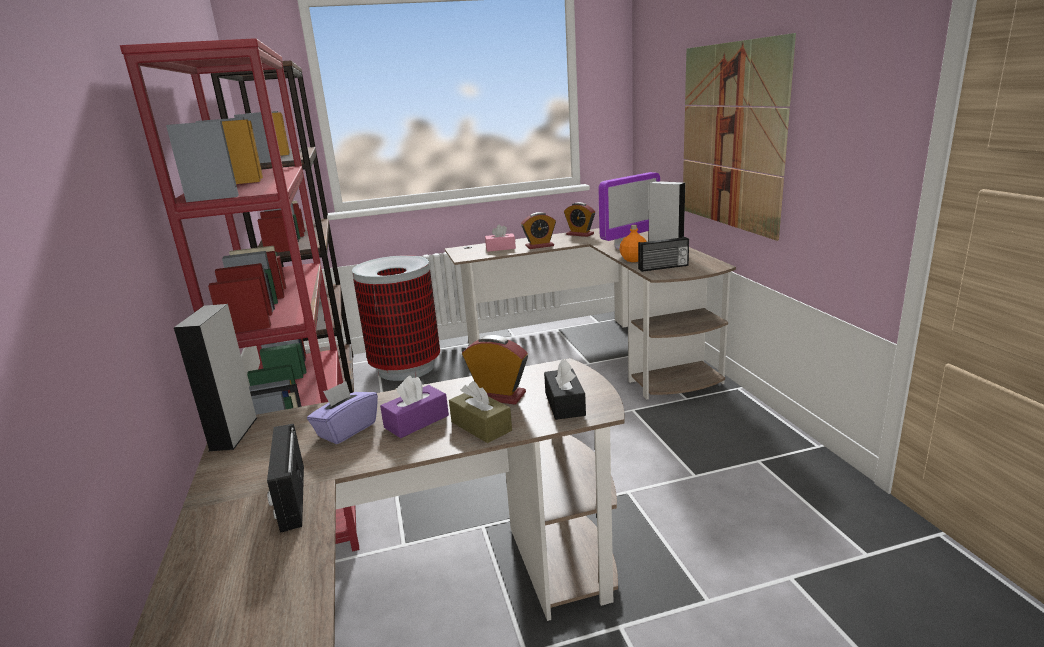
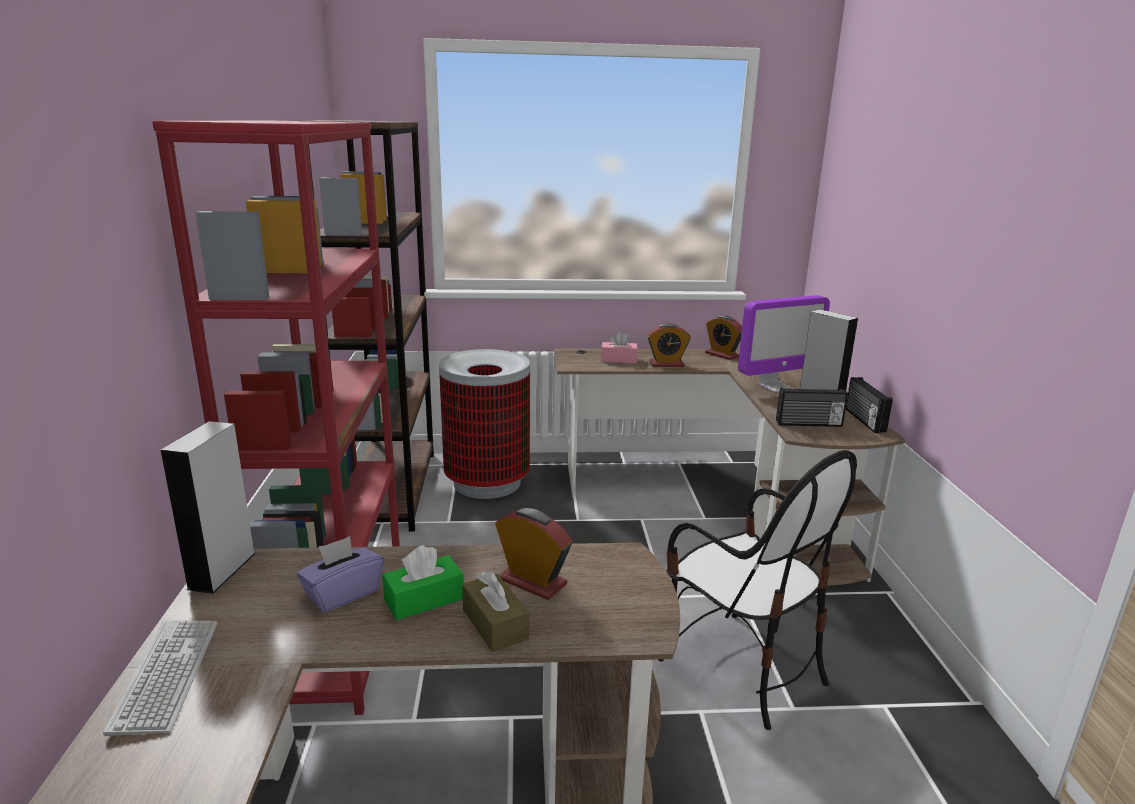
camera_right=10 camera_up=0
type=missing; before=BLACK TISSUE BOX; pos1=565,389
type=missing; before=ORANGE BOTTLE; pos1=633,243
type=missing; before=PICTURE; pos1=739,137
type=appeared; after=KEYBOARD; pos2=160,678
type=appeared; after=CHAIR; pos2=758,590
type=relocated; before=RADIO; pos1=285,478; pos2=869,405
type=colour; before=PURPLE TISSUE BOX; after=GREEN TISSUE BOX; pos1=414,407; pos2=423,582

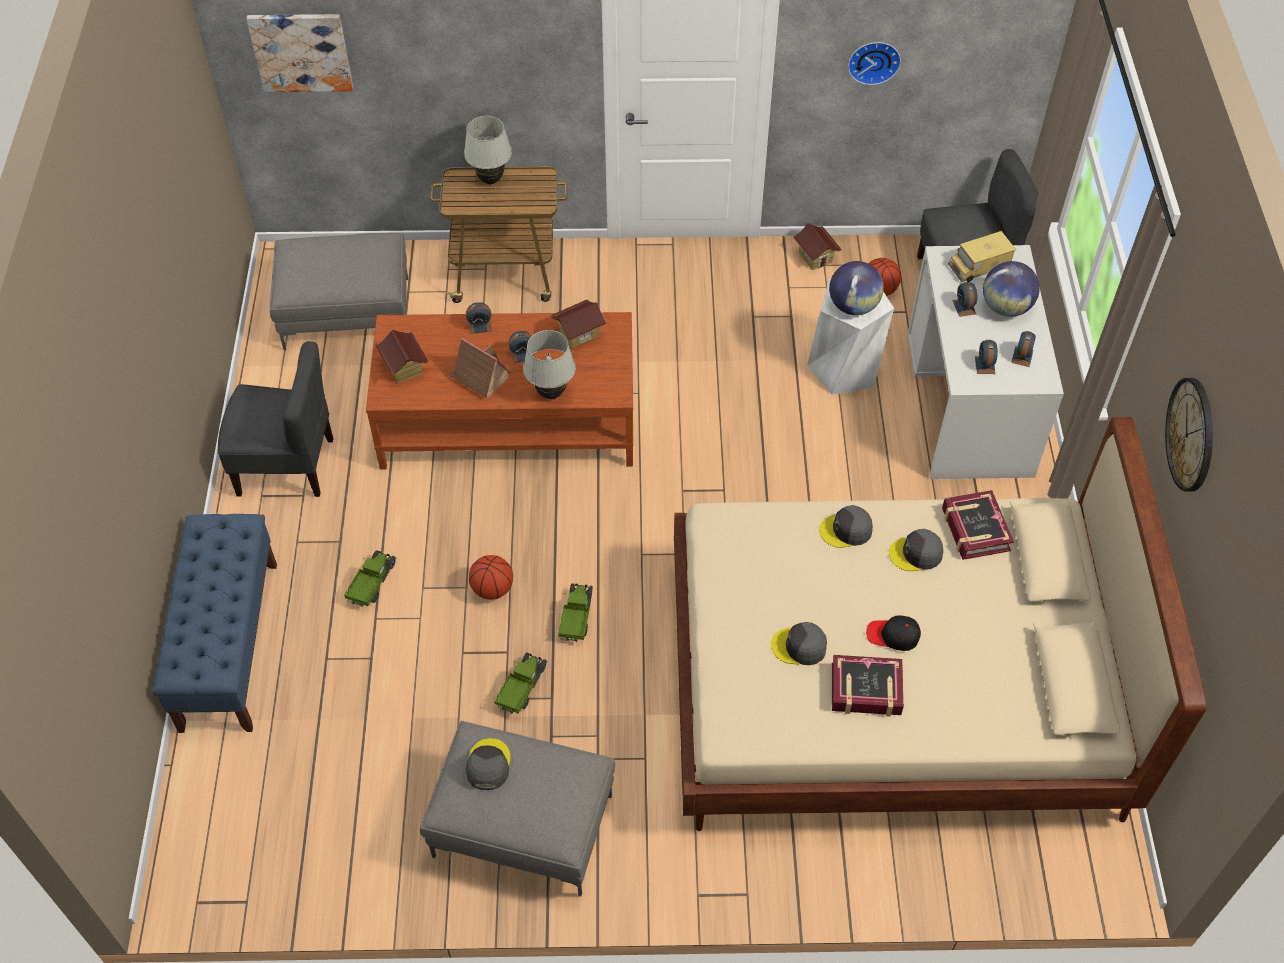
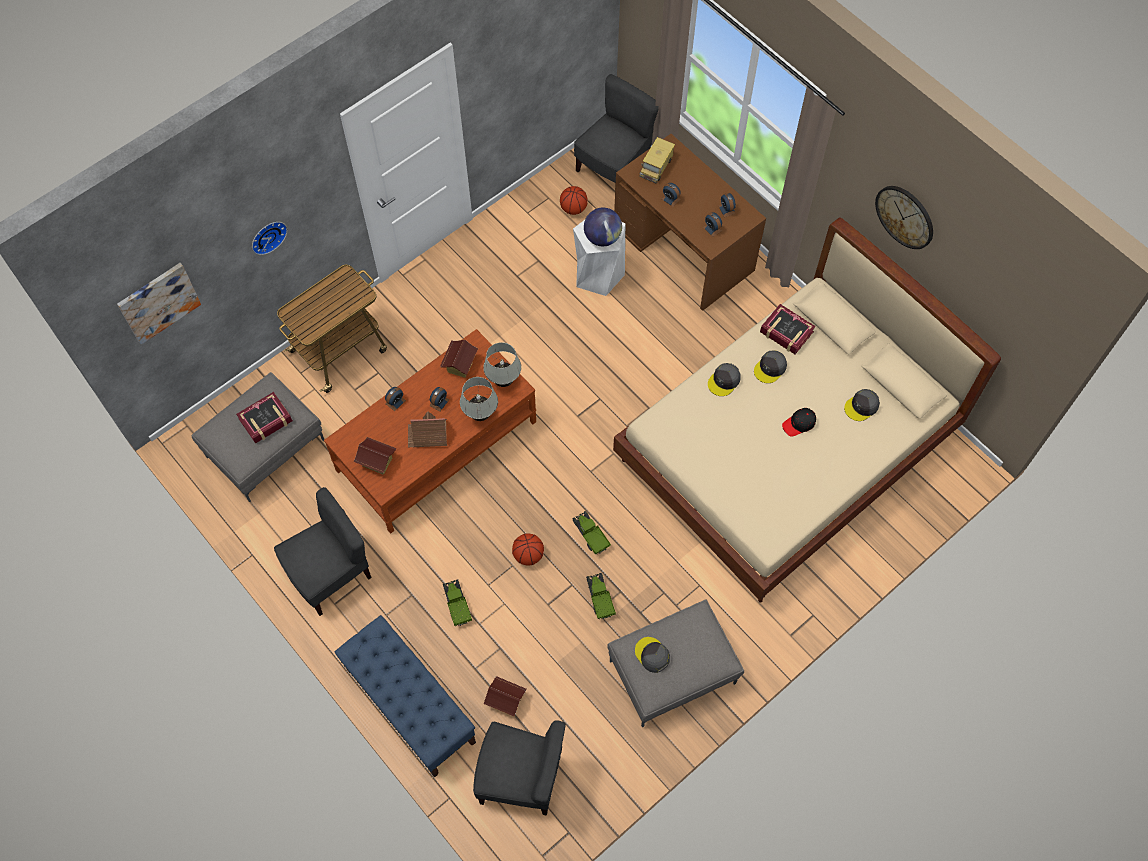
camera_right=-40 camera_up=10
type=missing; before=GLOBE; pos1=1011,289
type=appeared; after=GREY CHAIR; pos2=519,768
type=relocated; before=WHITE TABLE LAMP; pos1=488,150; pos2=502,364
type=relocated; before=GREY CAP; pos1=799,643; pos2=862,405
type=relocated; before=TOY HOUSE; pos1=817,246; pos2=504,696
type=relocated; before=BOOK; pos1=868,686; pos2=264,418
type=relocated; before=WALL CLOCK; pos1=874,63; pos2=269,238
type=colour; before=WHITE DESK; after=BROWN DESK; pos1=986,362; pos2=690,222

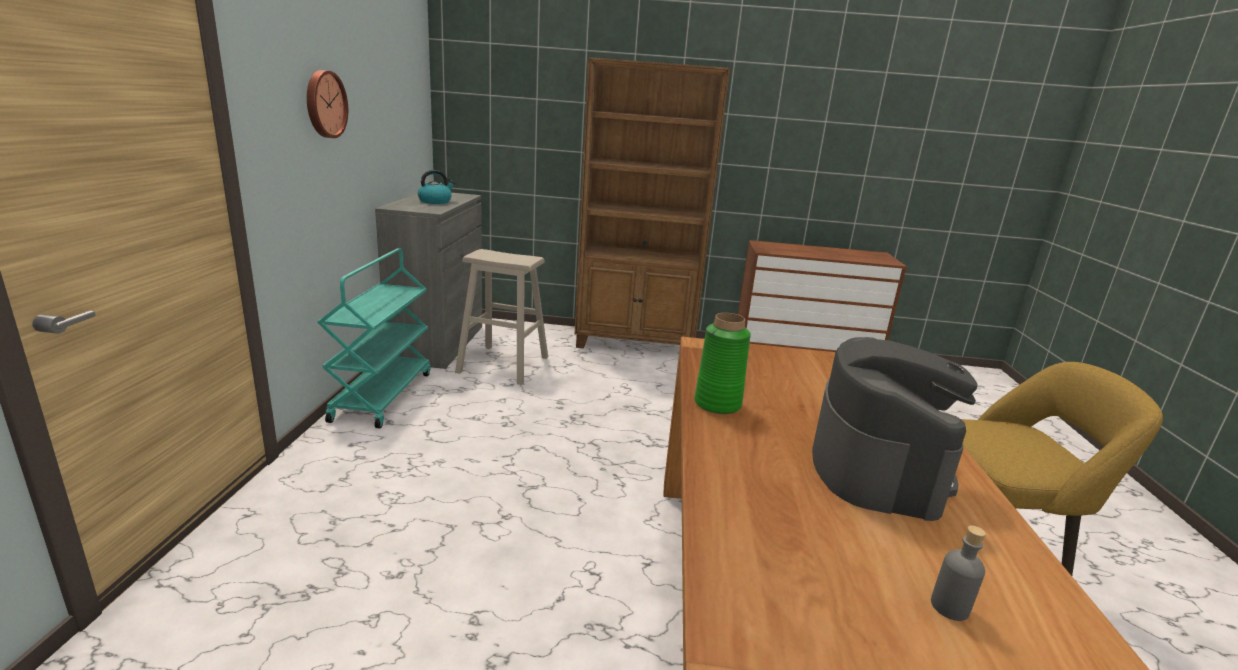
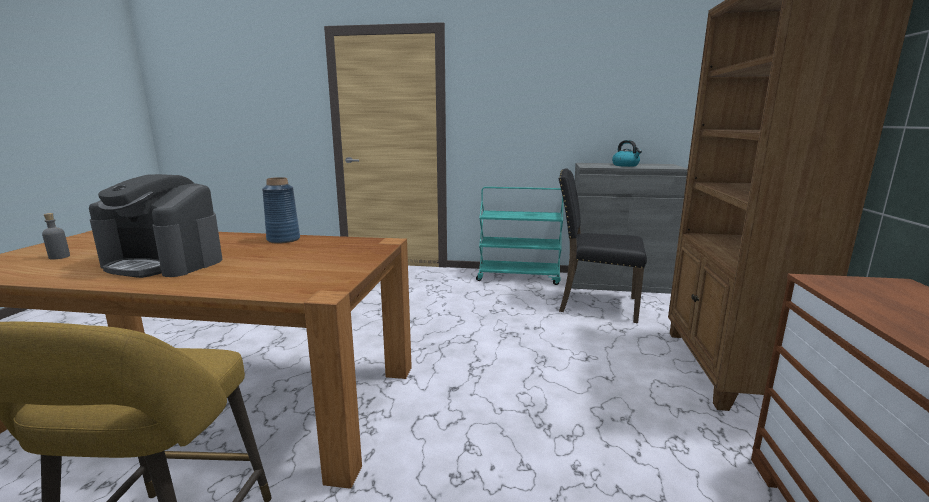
camera_right=95 camera_up=-5
type=missing; before=WALL CLOCK; pos1=327,104
type=exchanged; before=BEIGE STOOL; after=BLACK CHAIR; pos1=501,317; pos2=603,245
type=colour; before=GREEN VASE; after=BLUE VASE; pos1=722,363; pos2=281,210

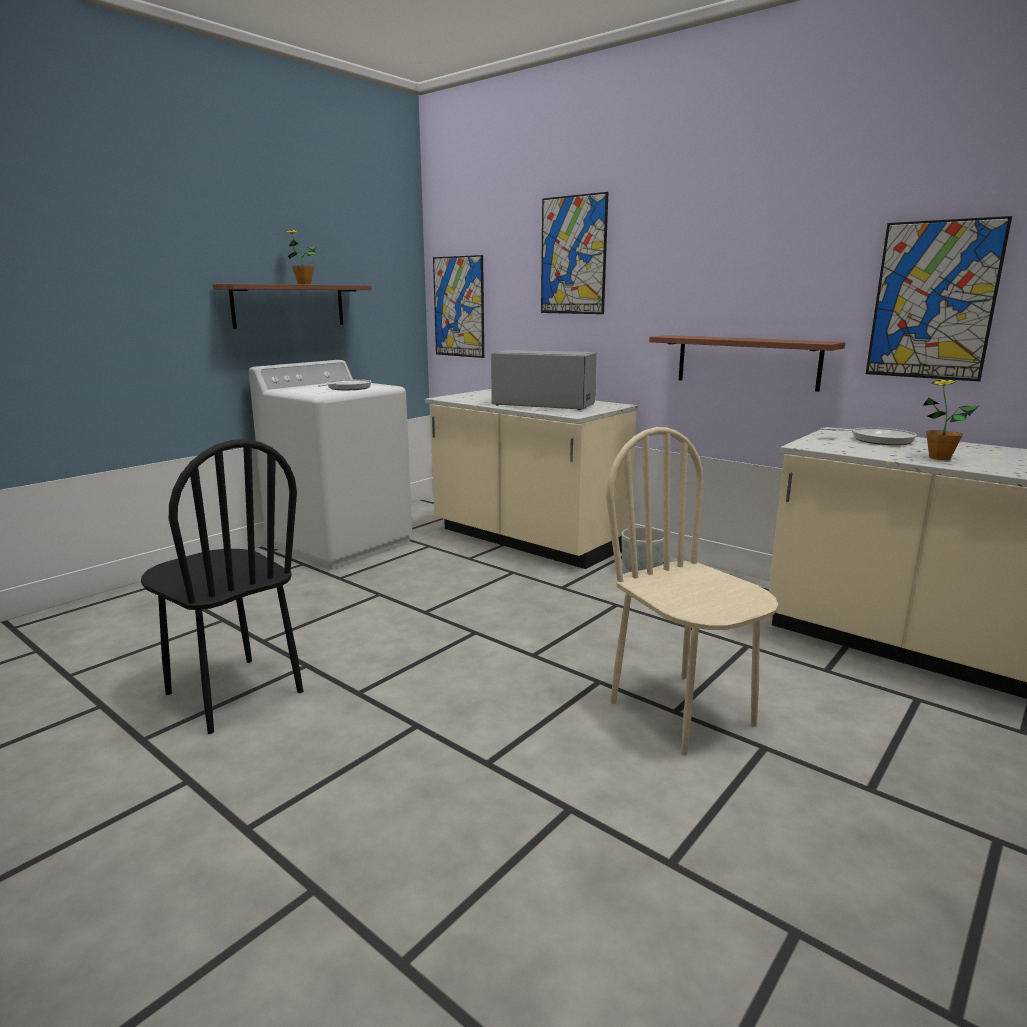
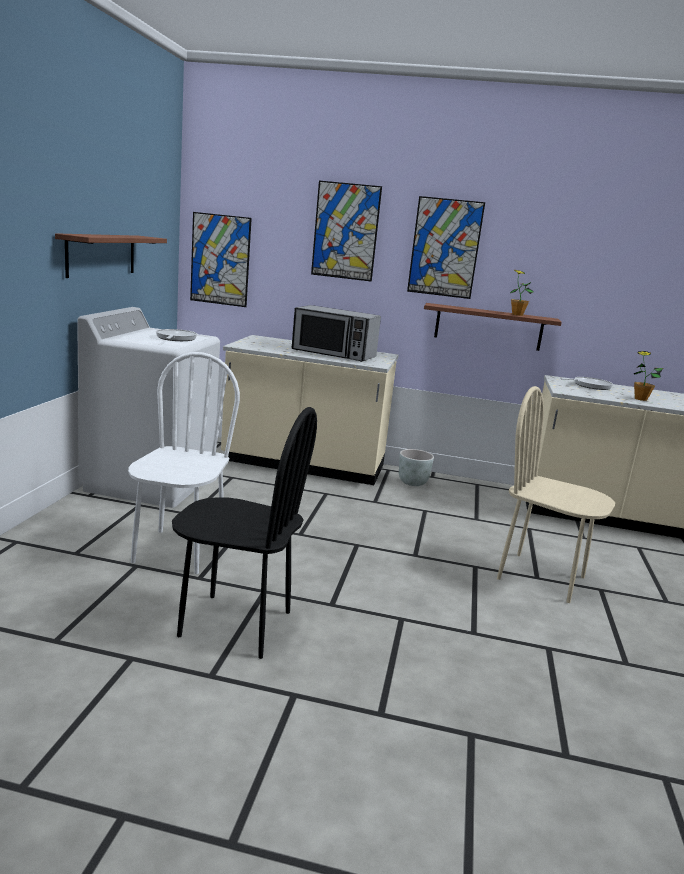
camera_right=-30 camera_up=0
type=appeared; after=WHITE CHAIR; pos2=184,463
type=relocated; before=POTTED PLANT; pos1=301,257; pos2=522,293
type=relocated; before=PICTURE; pos1=939,298; pos2=446,247
type=spun; before=MICROWAVE; pos1=544,380; pos2=336,333; turn=-150

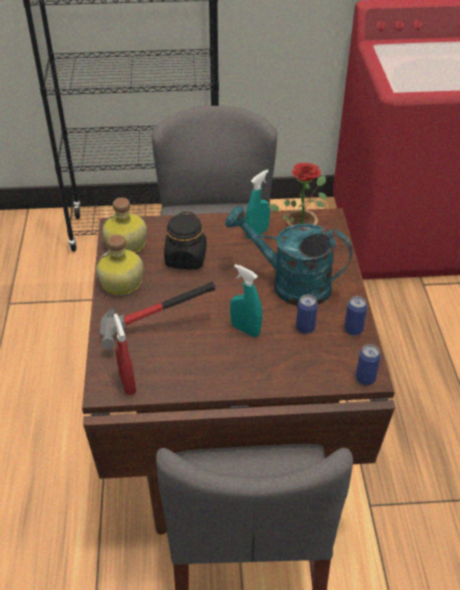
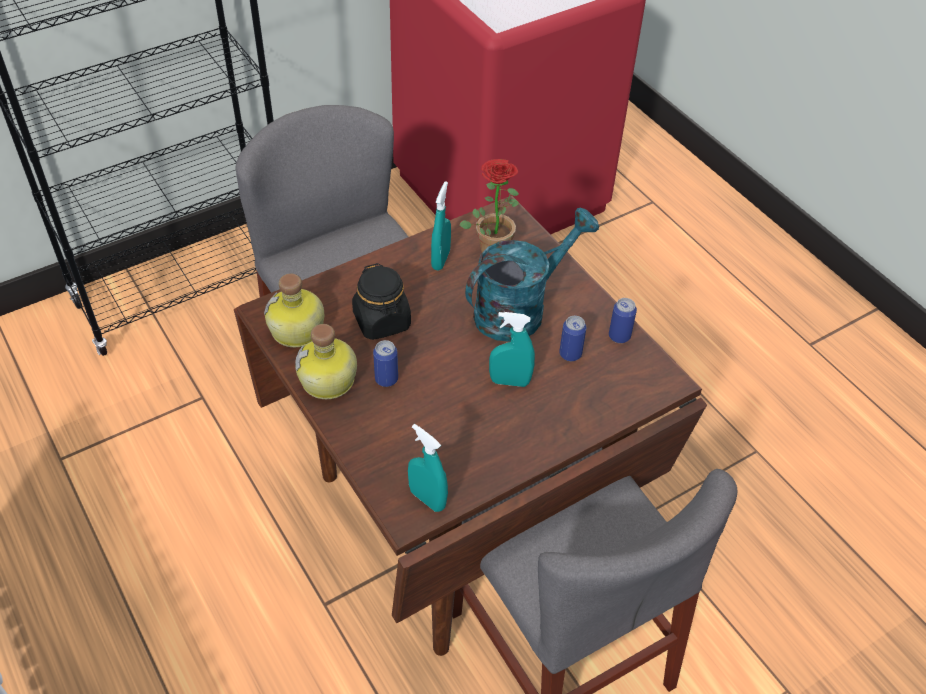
camera_right=-30 camera_up=5
type=missing; before=HAMMER; pos1=158,315
type=relocated; before=CAN; pos1=368,364; pos2=385,363
type=colour; before=RED SPRAY BOTTLE; after=TURQUOISE SPRAY BOTTLE; pos1=125,354; pos2=428,468
type=spun; before=TURQUOISE WATERING CAN; pos1=288,256; pos2=532,275; turn=150

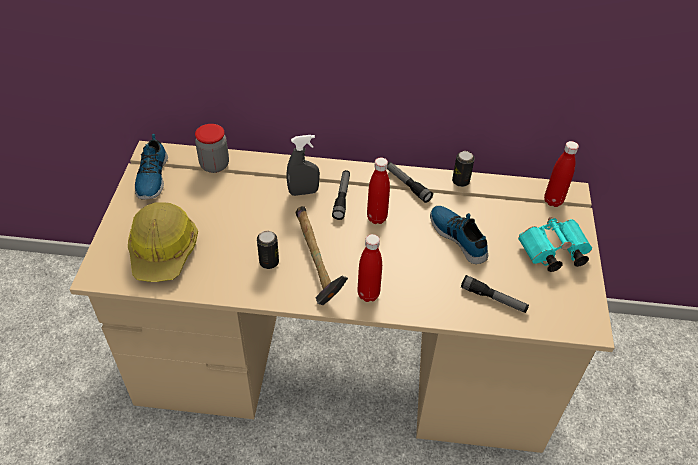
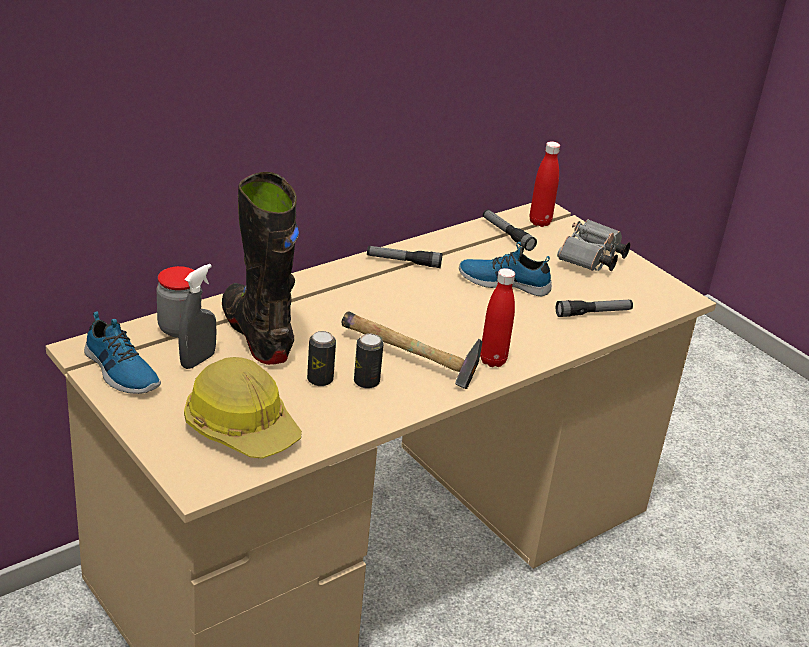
camera_right=-45 camera_up=-15
type=missing; before=RED BOTTLE; pos1=378,191
type=appeared; after=BLACK BOOT; pos2=260,268
type=relocated; before=GREY SPRAY BOTTLE; pos1=303,165; pos2=197,316
type=relocated; before=FLASHLIGHT; pos1=341,195; pos2=510,230
type=relocated; before=CAN; pos1=463,169; pos2=321,358
type=colour; before=TURQUOISE BINOCULARS; after=GREY BINOCULARS; pos1=555,244; pos2=593,245

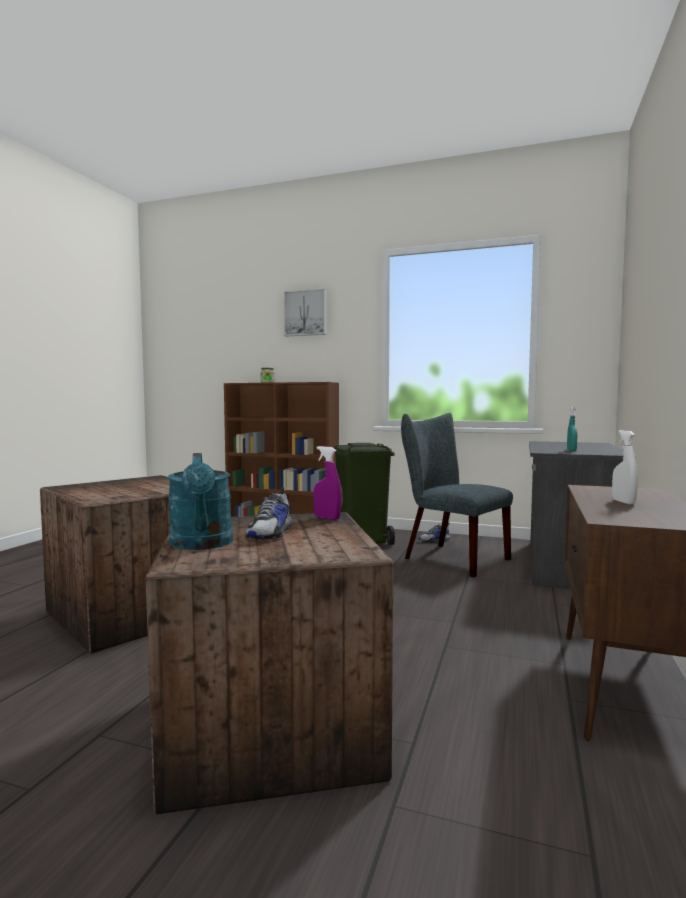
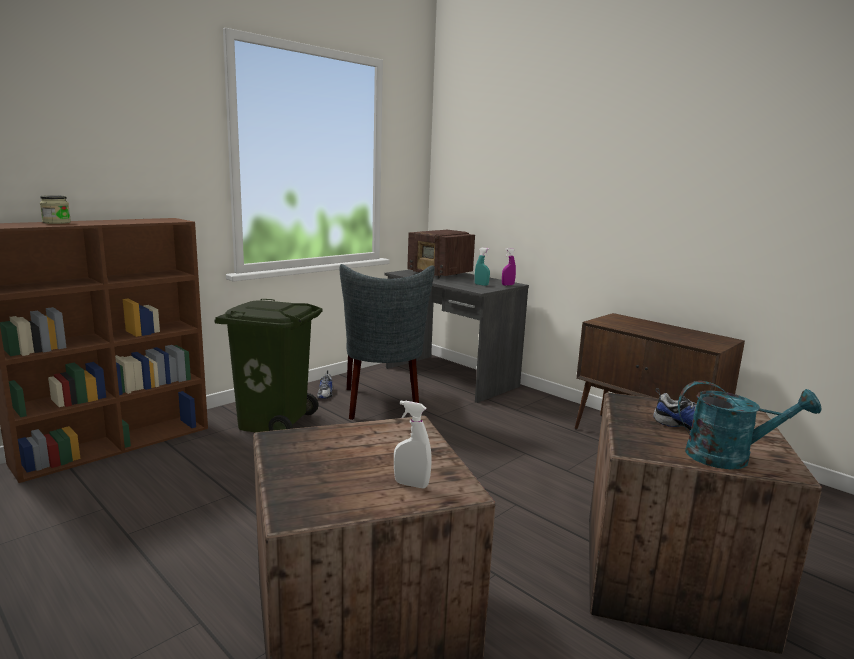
camera_right=-65 camera_up=10
type=missing; before=PICTURE; pos1=305,313
type=appeared; after=RADIO; pos2=441,254
type=relocated; before=PURPLE SPRAY BOTTLE; pos1=327,483; pos2=509,267
type=relocated; before=WHITE SPRAY BOTTLE; pos1=625,467; pos2=413,444
type=spun; before=GREY CHAIR; pos1=457,495; pos2=387,342; turn=-75

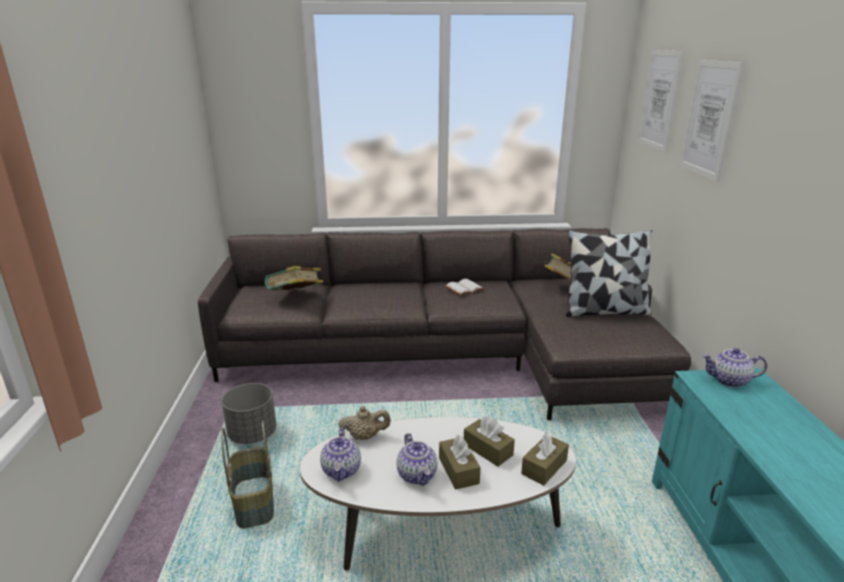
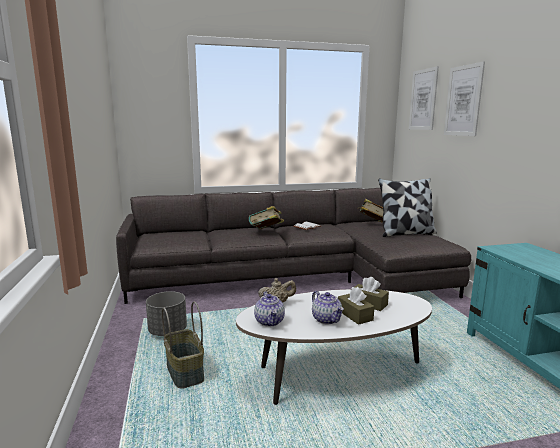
camera_right=-10 camera_up=-10
type=missing; before=BROWN TISSUE BOX; pos1=545,459
type=missing; before=TEAPOT; pos1=734,368
type=relocated; before=BOOK; pos1=294,278; pos2=266,217

